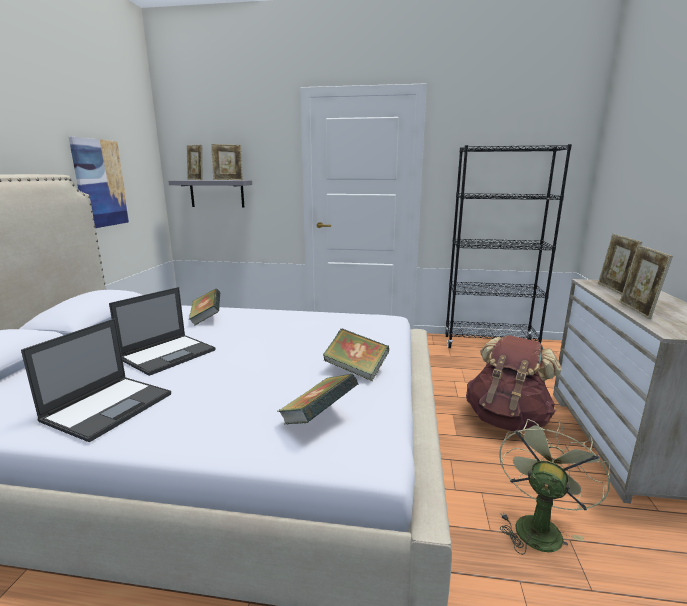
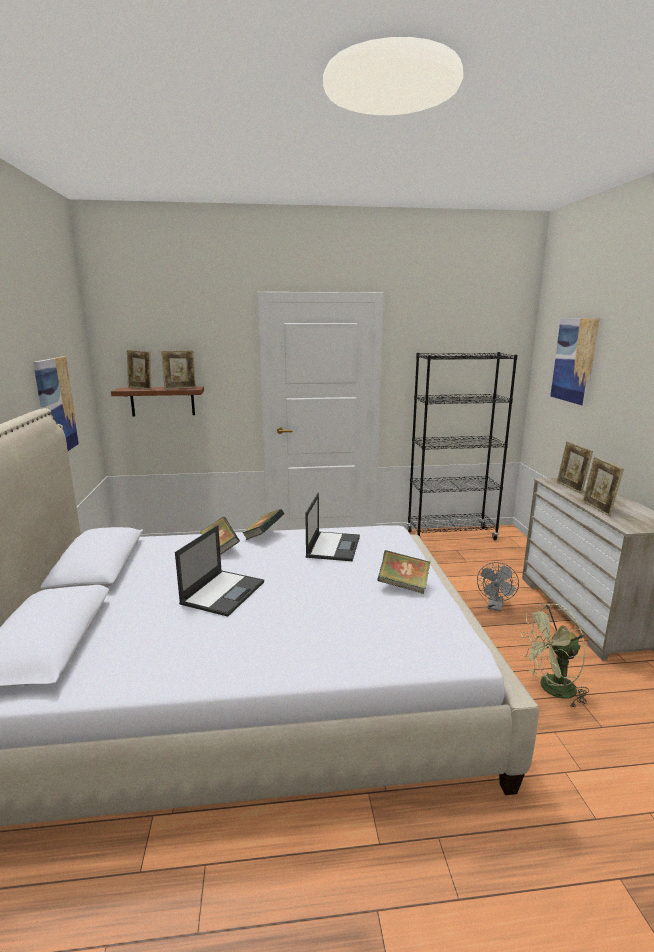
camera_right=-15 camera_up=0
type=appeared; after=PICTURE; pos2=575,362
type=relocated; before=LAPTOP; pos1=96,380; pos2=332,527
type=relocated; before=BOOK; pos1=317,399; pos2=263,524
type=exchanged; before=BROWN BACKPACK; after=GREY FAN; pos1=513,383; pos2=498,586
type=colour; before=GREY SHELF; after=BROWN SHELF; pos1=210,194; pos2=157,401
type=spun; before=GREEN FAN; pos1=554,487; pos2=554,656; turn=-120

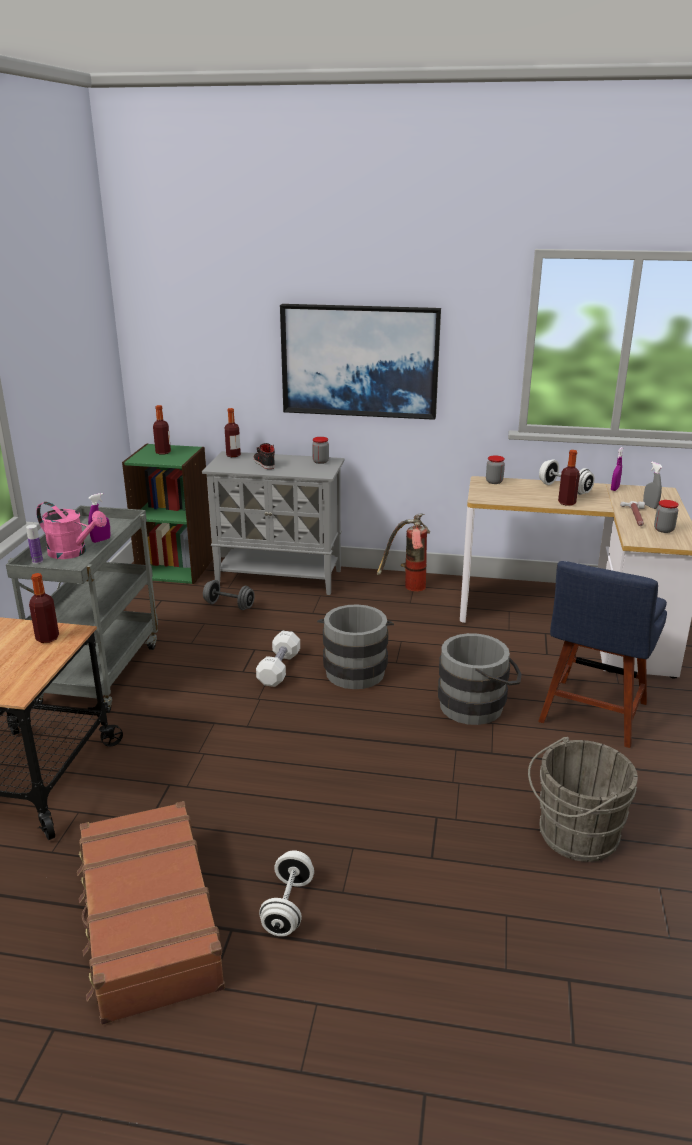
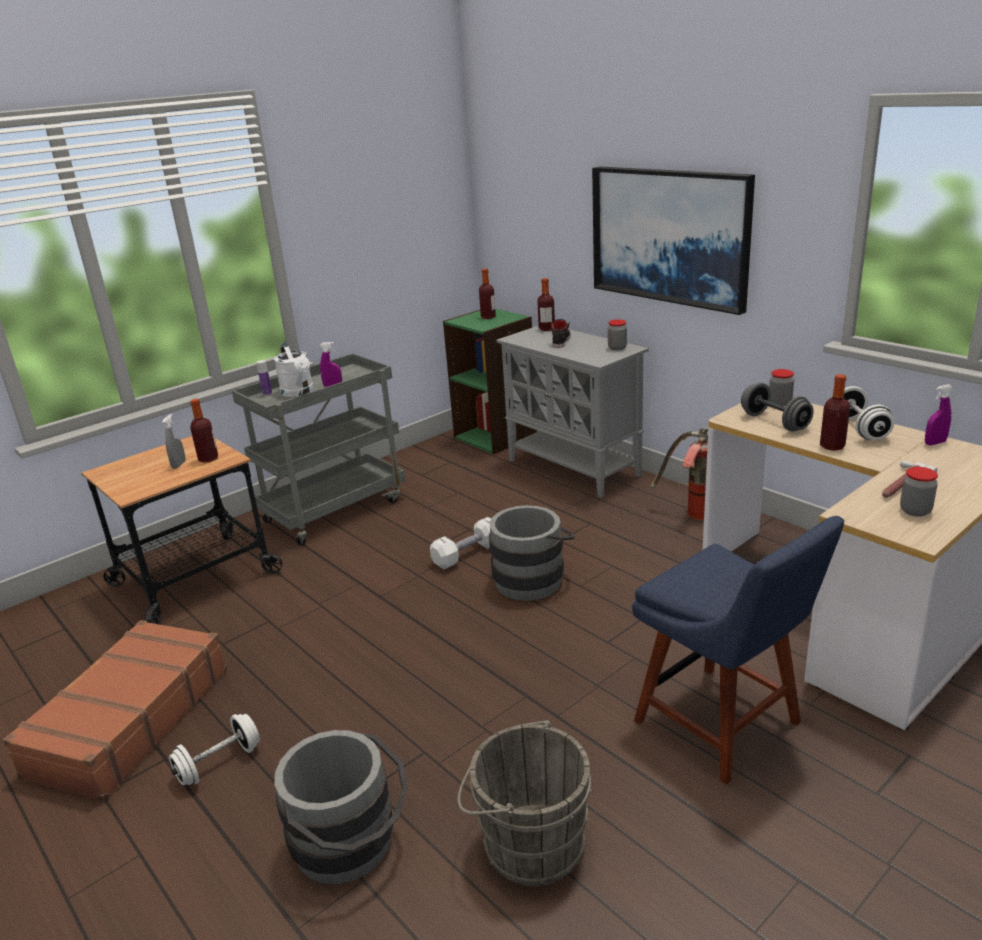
camera_right=40 camera_up=0
type=relocated; before=GREY DUMBBELL; pos1=229,595; pos2=777,407
type=relocated; before=GREY BUCKET; pos1=480,679; pos2=341,807
type=relocated; before=GREY SPRAY BOTTLE; pos1=653,485; pos2=174,441
type=colour; before=PINK WATERING CAN; after=WHITE WATERING CAN; pos1=71,530; pos2=294,369
type=spun; before=BLUE CHAIR; pos1=602,654; pos2=738,650; turn=-105

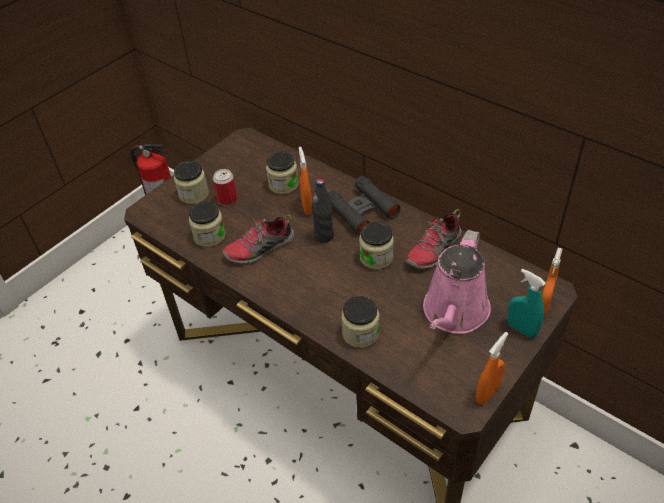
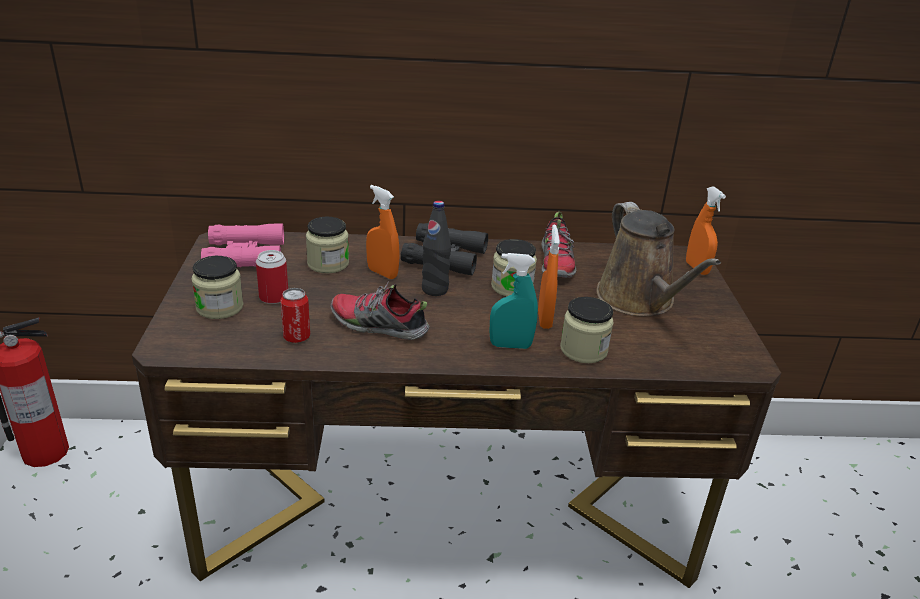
camera_right=-45 camera_up=-15
type=appeared; after=PINK BINOCULARS; pos2=242,245
type=relocated; before=ORANGE SPRAY BOTTLE; pos1=492,368; pos2=549,277
type=relocated; before=TURQUOISE SPRAY BOTTLE; pos1=526,303; pos2=513,301
type=exchanged; before=JAR; after=CAN; pos1=207,224; pos2=295,315
type=colour; before=PINK WATERING CAN; after=BROWN WATERING CAN; pos1=457,282; pos2=658,259
type=spun; before=SHOE; pos1=258,239; pos2=379,310; turn=90

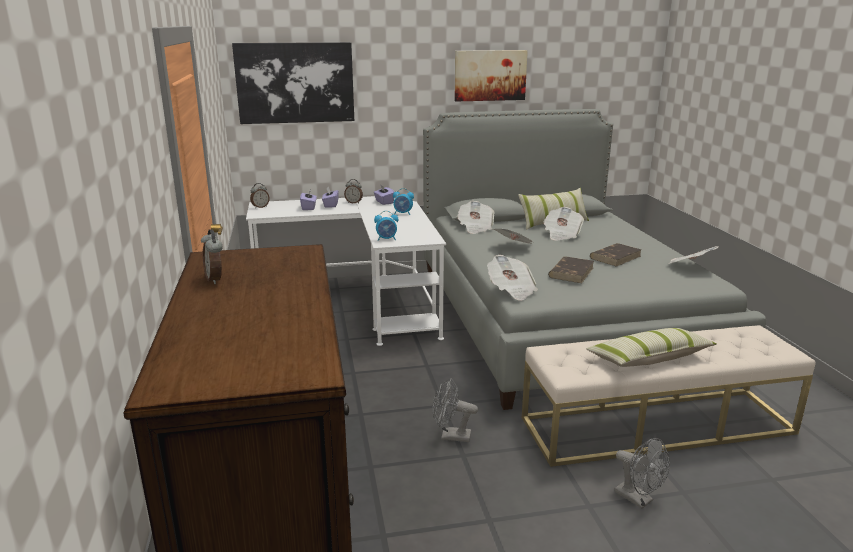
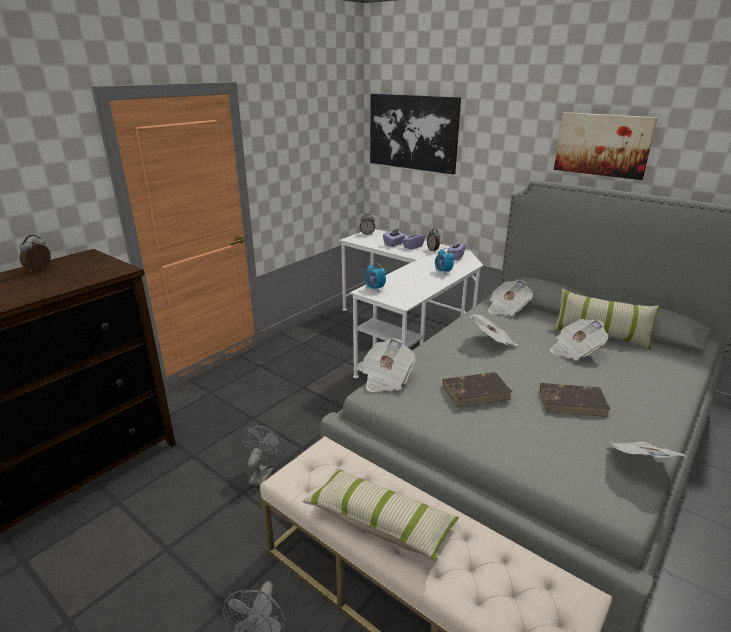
camera_right=50 camera_up=5
type=spun; before=GREY FAN; pos1=455,410; pos2=263,456; turn=45

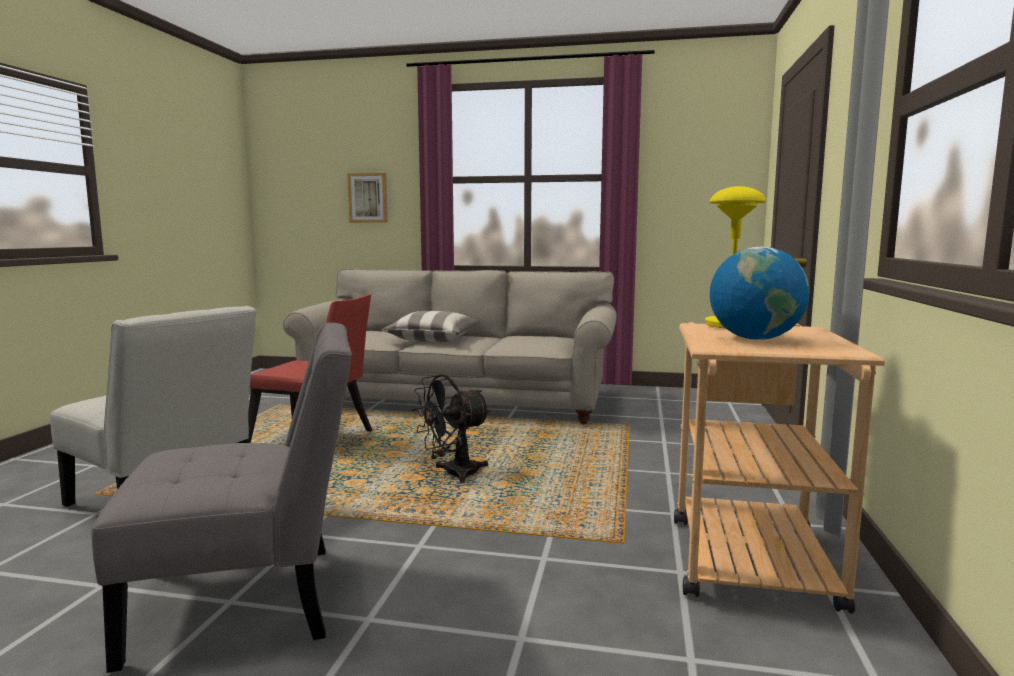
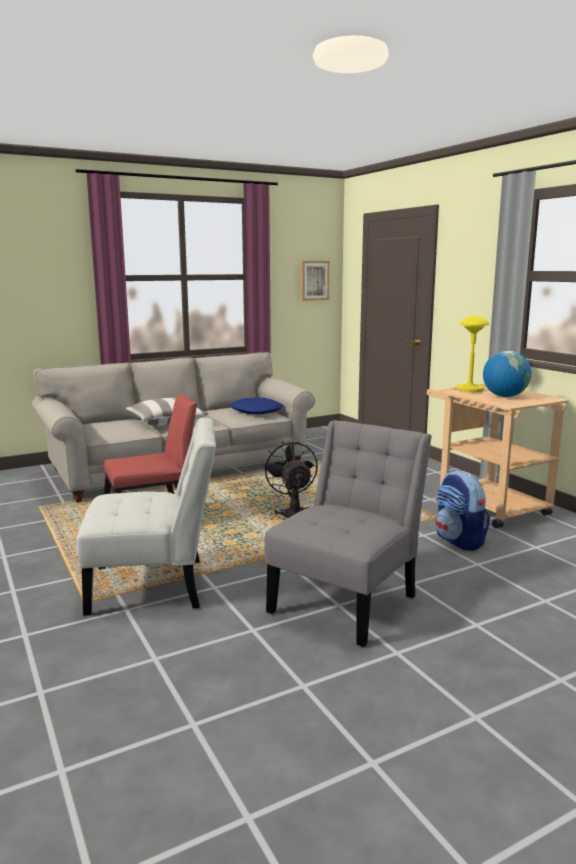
camera_right=-40 camera_up=5
type=appeared; after=BLUE PILLOW; pos2=257,405
type=appeared; after=BACKPACK; pos2=463,510
type=relocated; before=PICTURE; pos1=368,198; pos2=315,281
type=spun; before=BLACK FAN; pos1=451,428; pos2=290,479; turn=150

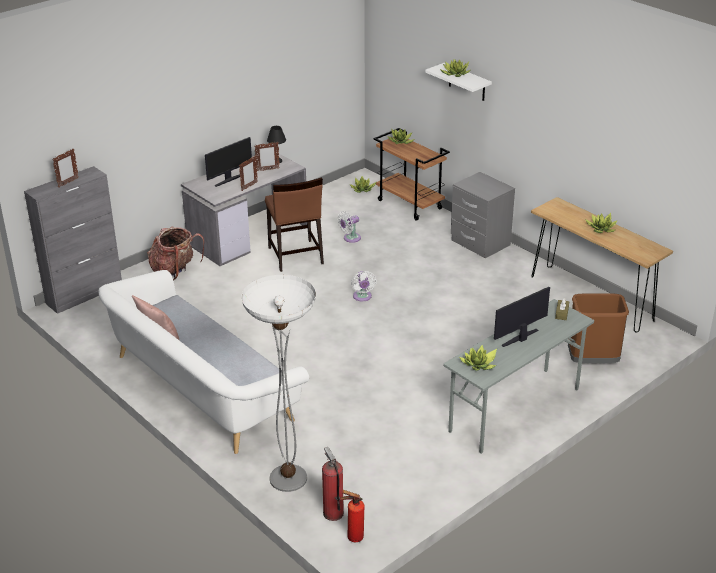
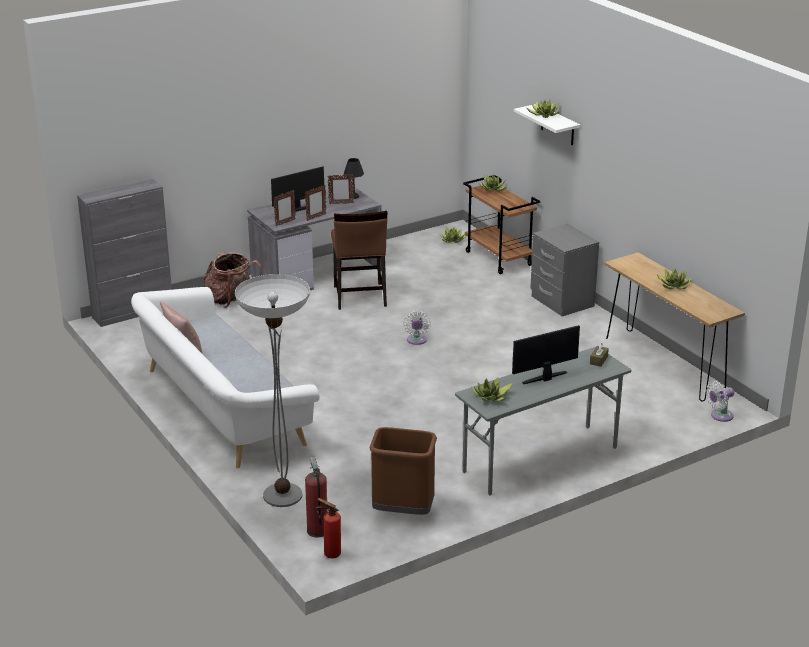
camera_right=10 camera_up=-5
type=relocated; before=PICTURE FRAME; pos1=65,168; pos2=284,208
type=relocated; before=WHITE FAN; pos1=349,227; pos2=720,401
type=relocated; before=BROWN TRASH CAN; pos1=598,328; pos2=403,471

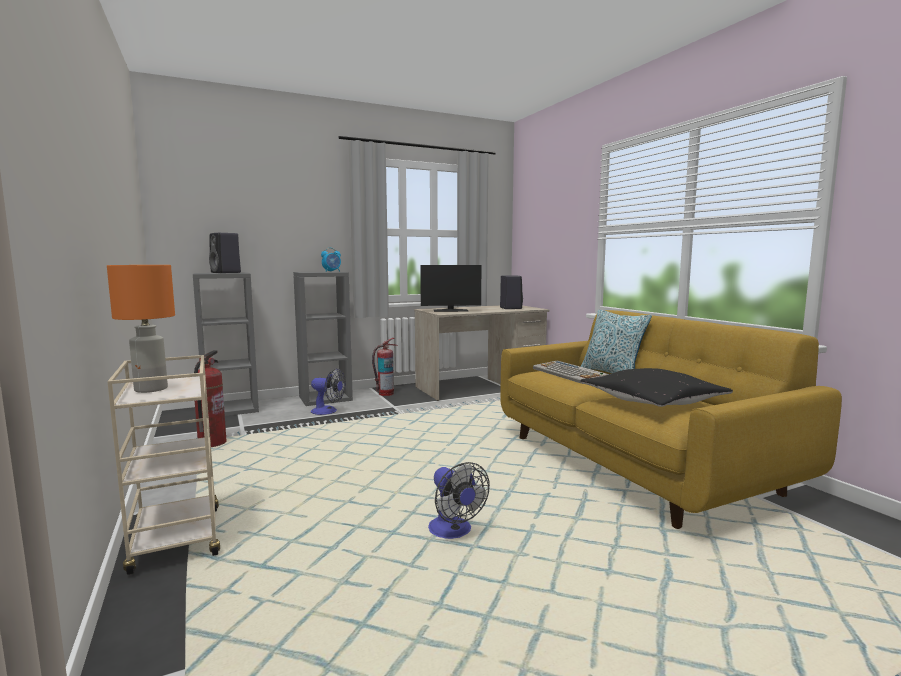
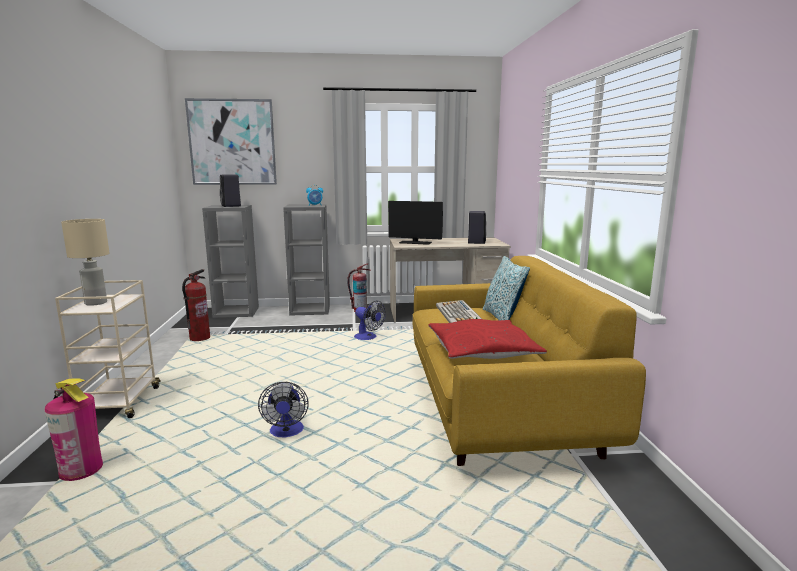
camera_right=20 camera_up=5
type=appeared; after=FIRE EXTINGUISHER; pos2=73,429
type=appeared; after=PICTURE; pos2=231,141
type=relocated; before=FAN; pos1=328,392; pos2=370,320
type=colour; before=ORANGE TABLE LAMP; after=BEIGE TABLE LAMP; pos1=141,329; pos2=85,262
type=colour; before=BLACK PILLOW; after=RED PILLOW; pos1=656,387; pos2=487,339

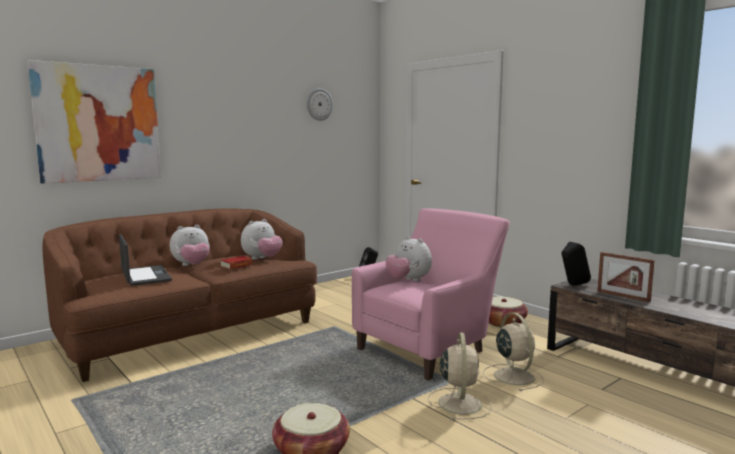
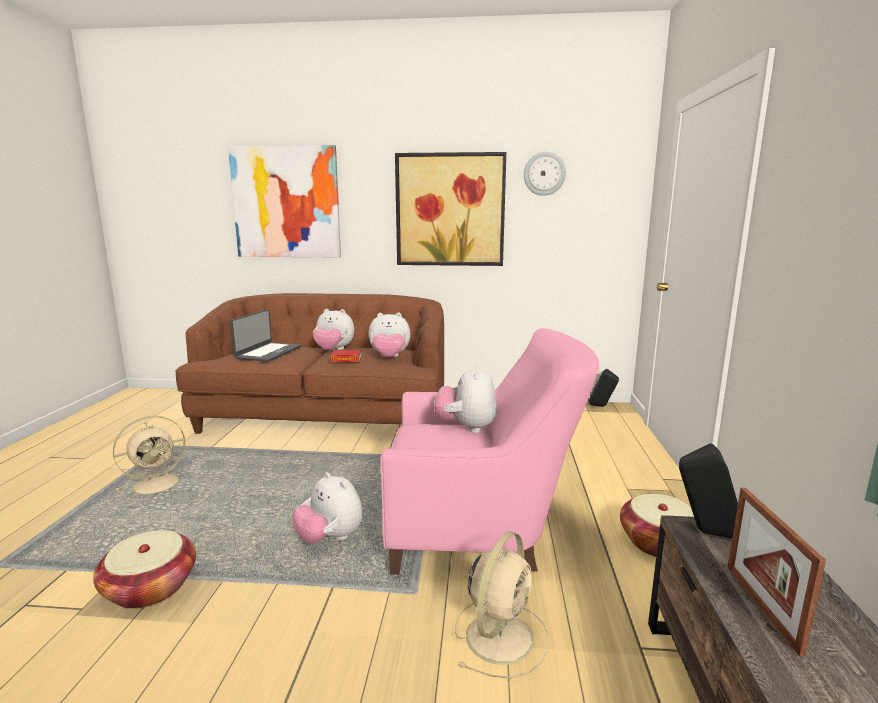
camera_right=45 camera_up=5
type=appeared; after=PLUSH TOY; pos2=328,508
type=appeared; after=PICTURE; pos2=450,209
type=relocated; before=BEIGE FAN; pos1=460,376; pos2=150,458

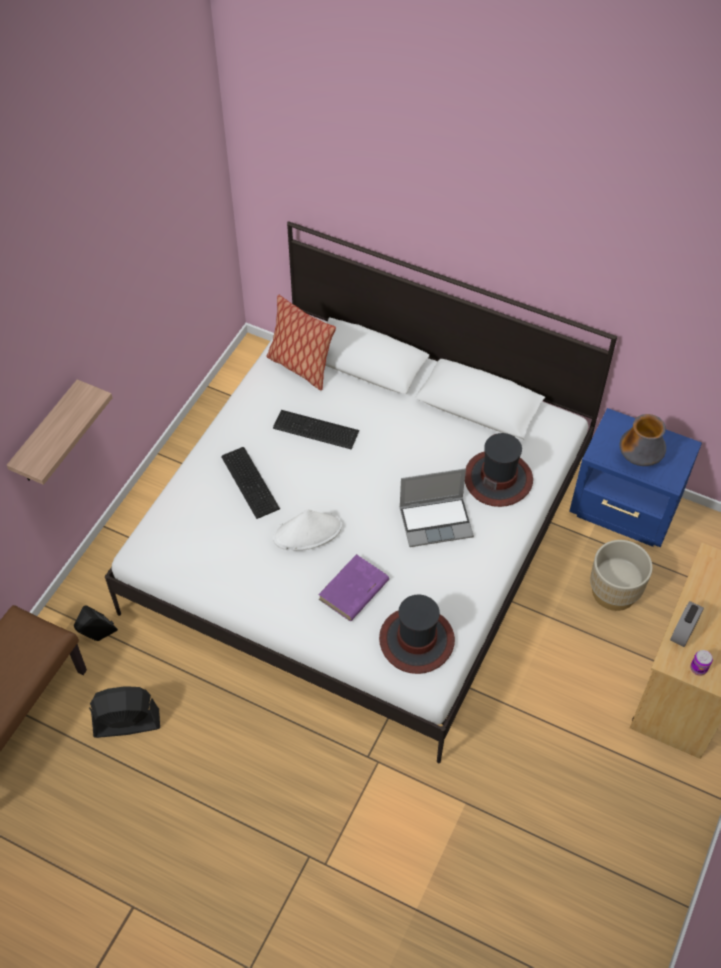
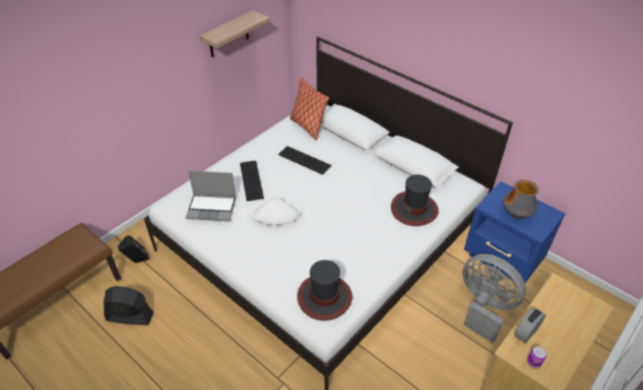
camera_right=15 camera_up=-10
type=missing; before=PURPLE BOOK; pos1=353,587
type=relocated; before=SHELF; pos1=59,432; pos2=234,33
type=relocated; before=LAPTOP; pos1=436,507; pos2=210,196
type=exchanged; before=BEIGE PLANTER; after=GREY FAN; pos1=621,575; pos2=494,298

